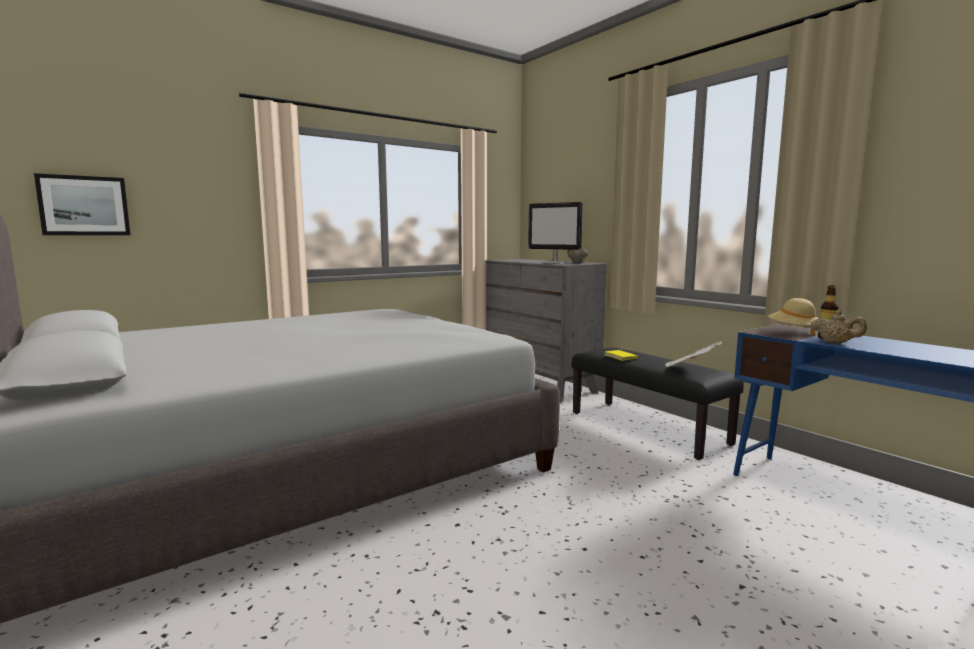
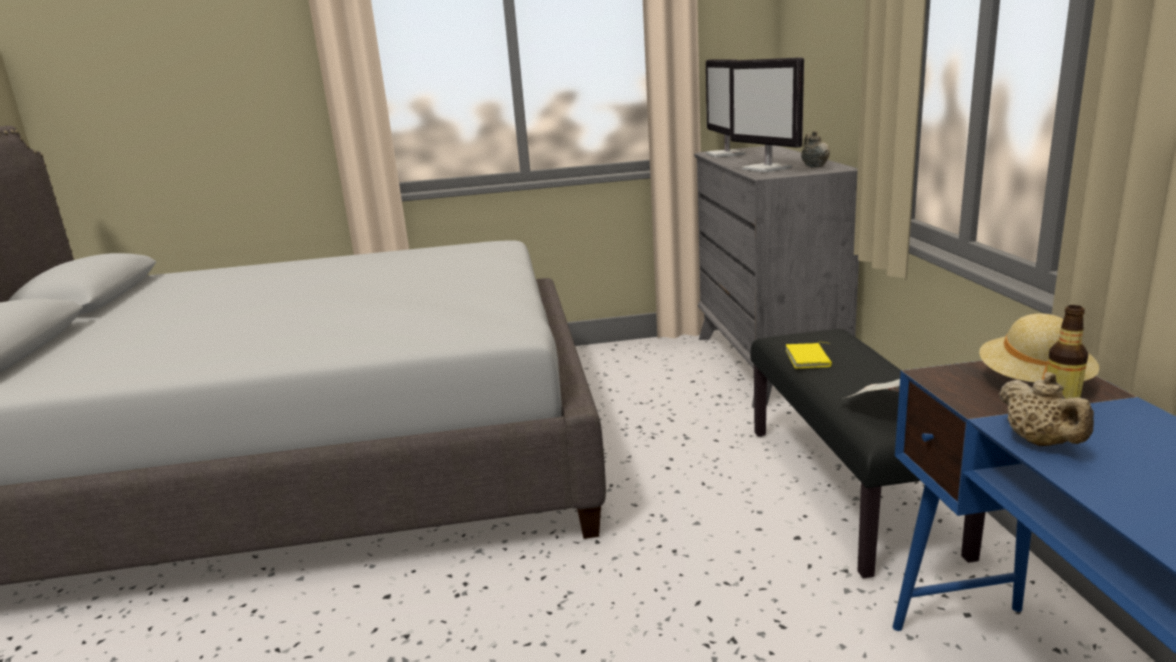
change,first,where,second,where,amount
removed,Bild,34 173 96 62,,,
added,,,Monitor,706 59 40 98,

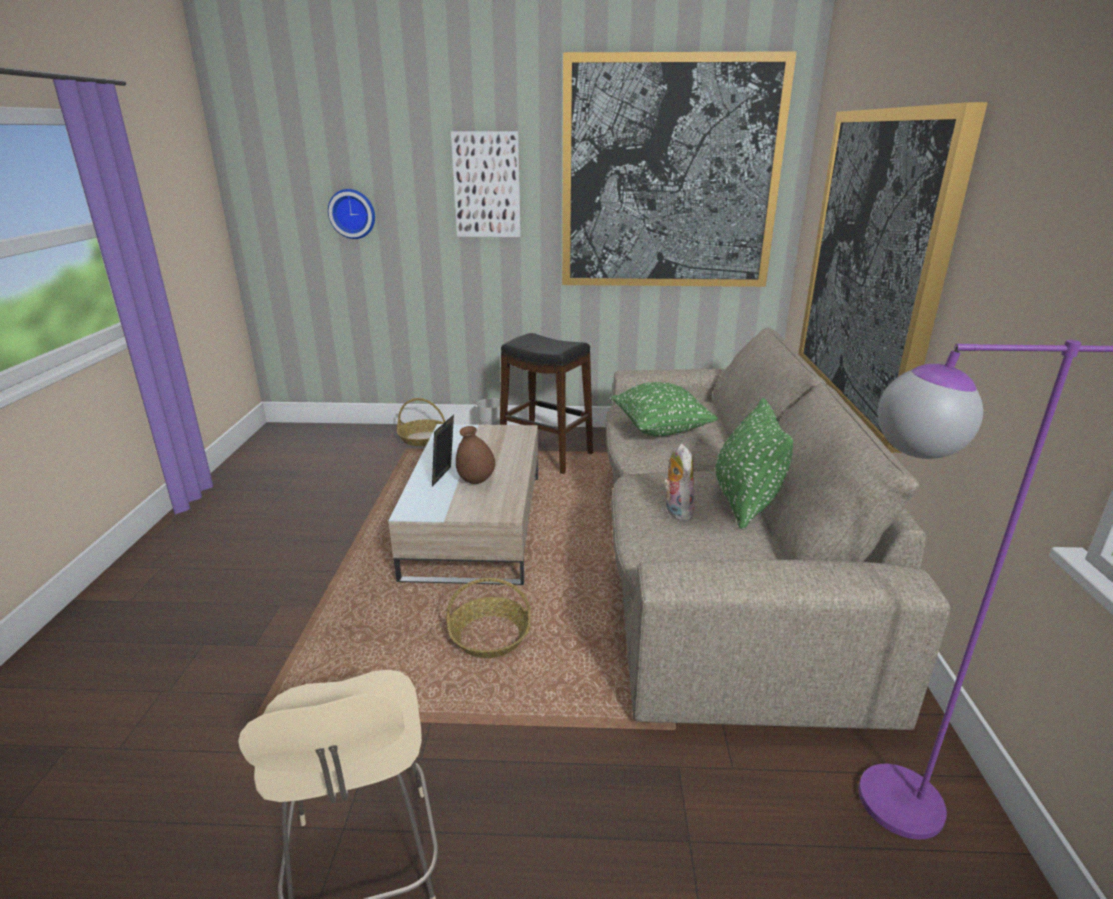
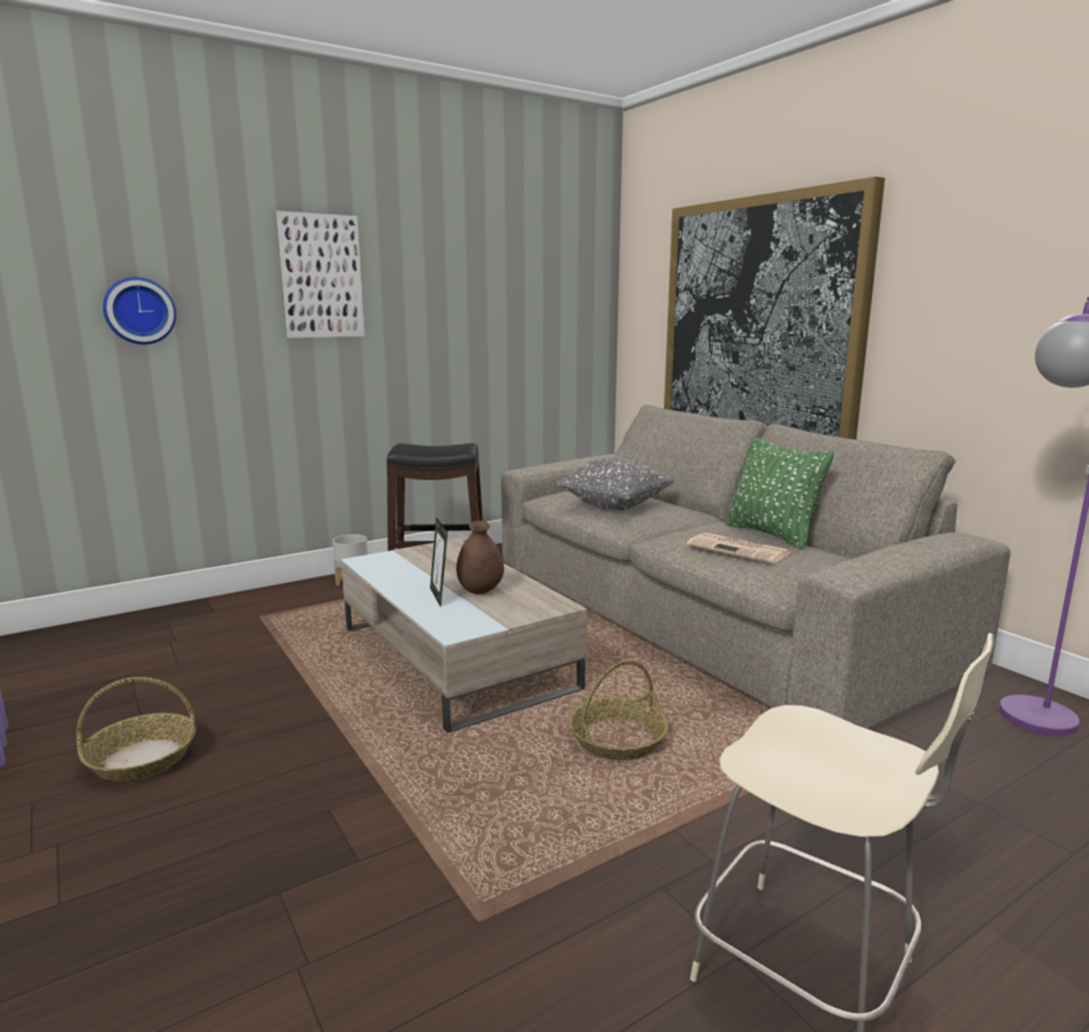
change,first,where,second,where,amount
removed,Bild,562 51 235 236,,,
recoloured,Kissen [grün],611 382 107 55,Kissen [grau],555 458 119 53,
moved,Korb,397 398 48 48,,76 677 120 104,
replaced,Plüschtier,663 444 32 77,Zeitung,686 533 104 31,

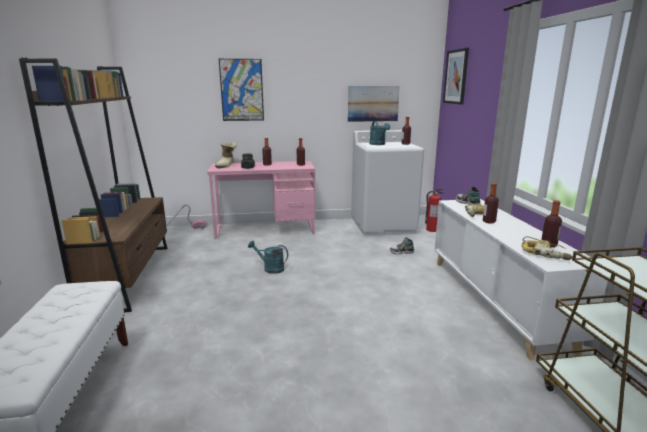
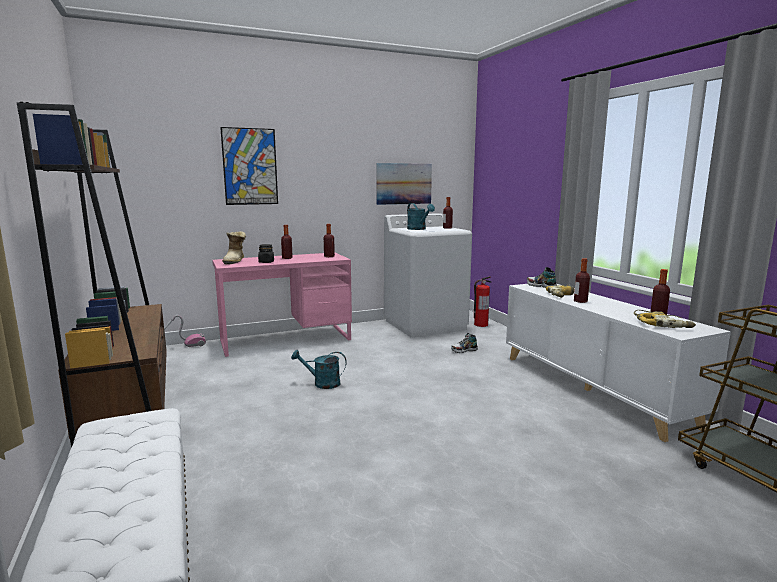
change,first,where,second,where,amount
removed,Bild,443 48 26 57,,,

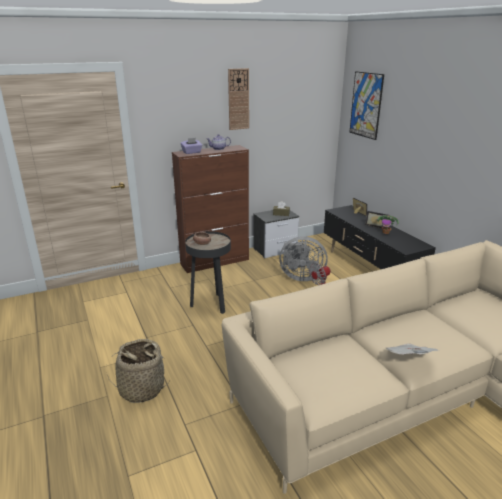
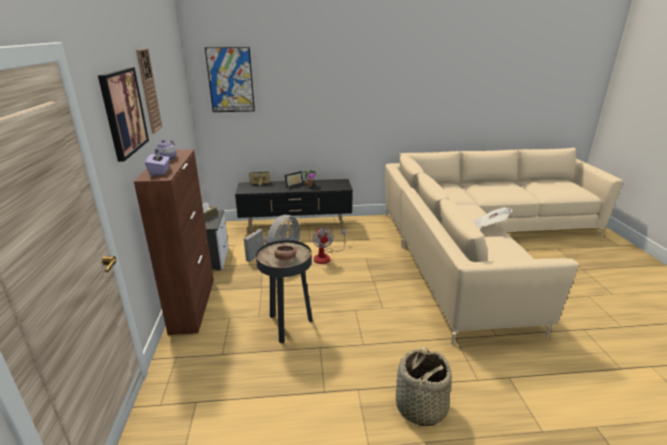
change,first,where,second,where,amount
added,,,Bild,98 67 51 95,

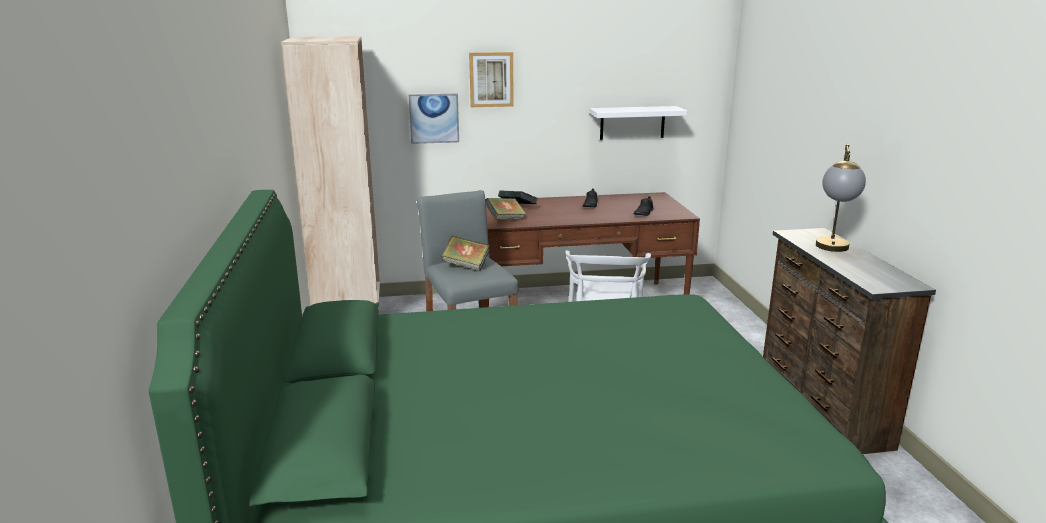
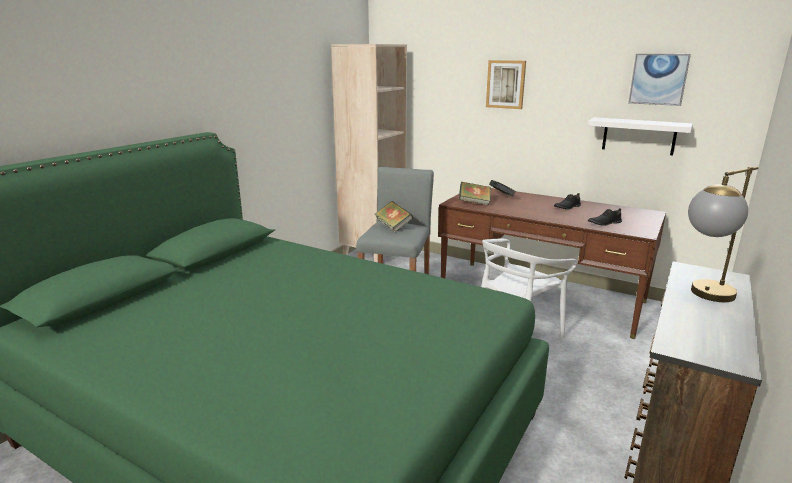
change,first,where,second,where,amount
moved,Bild,409 93 50 51,,628 54 63 52,

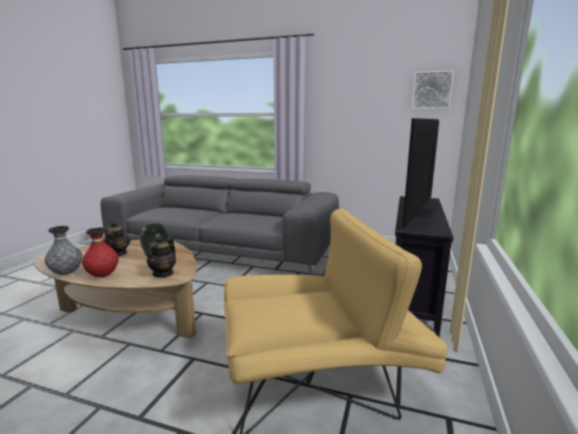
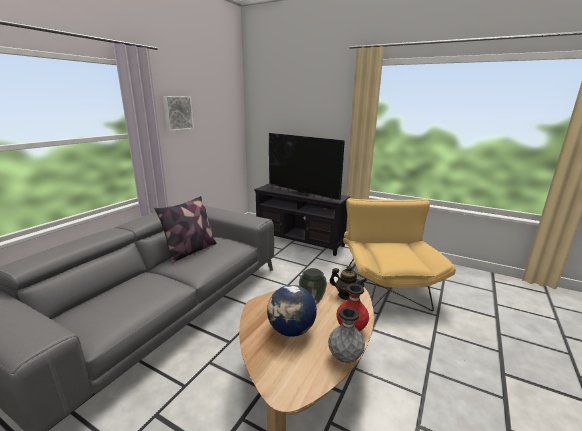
change,first,where,second,where,amount
moved,Bild,412 70 42 39,,163 96 31 35,
replaced,Teekanne,104 221 26 35,Globus,267 285 50 52,
added,,,Kissen,154 196 62 67,

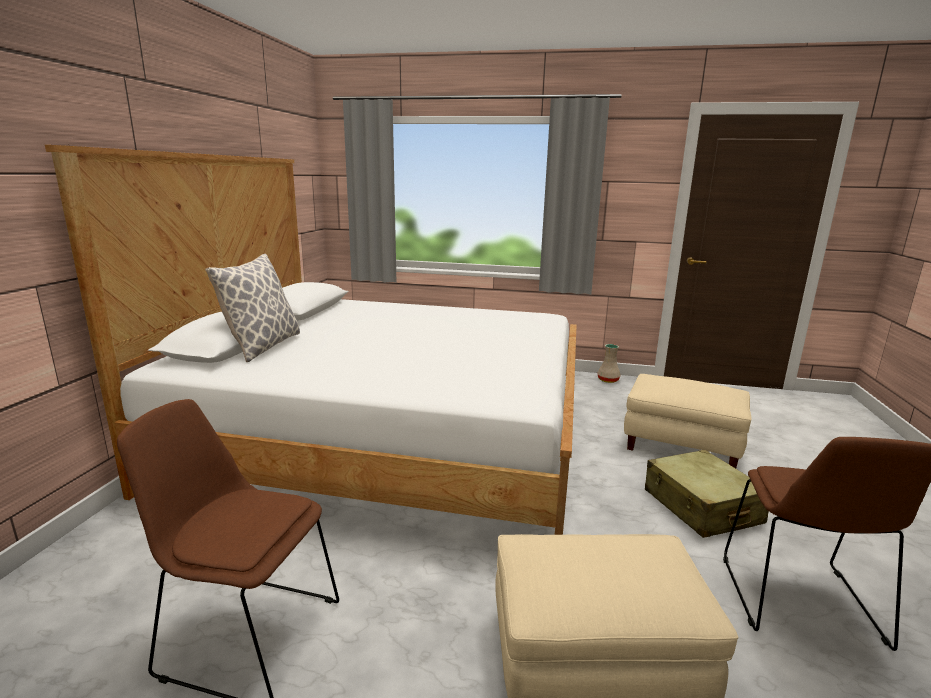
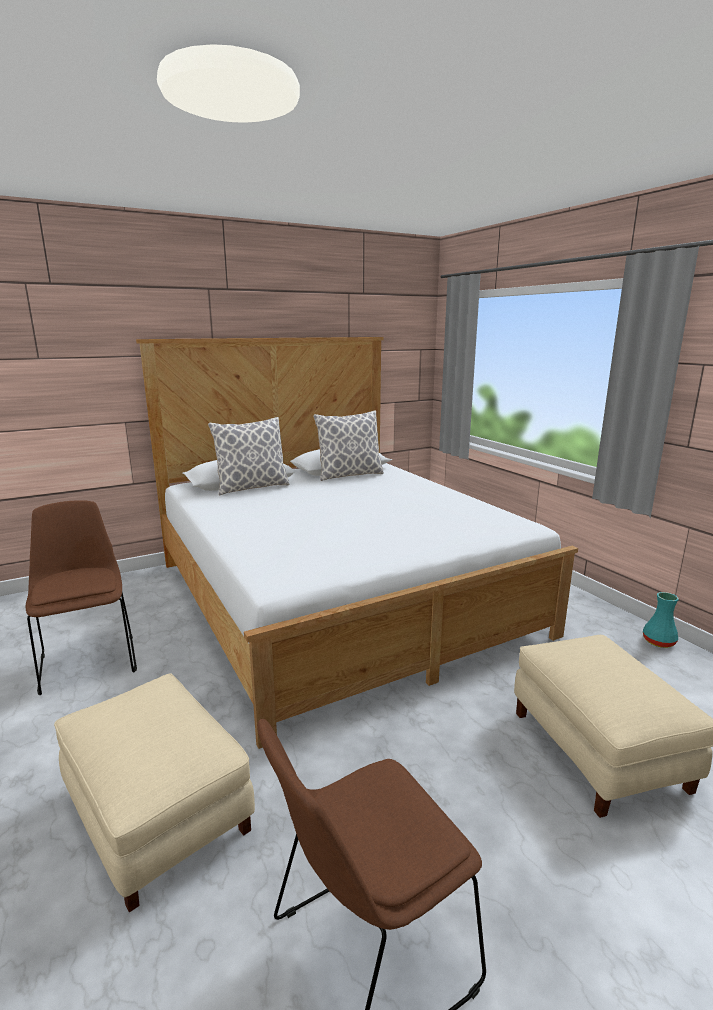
change,first,where,second,where,amount
recoloured,Vase [beige],597 344 24 39,Vase [türkis],643 592 36 56,
removed,Koffer [beige],645 450 124 88,,,
added,,,Kissen,313 411 71 70,

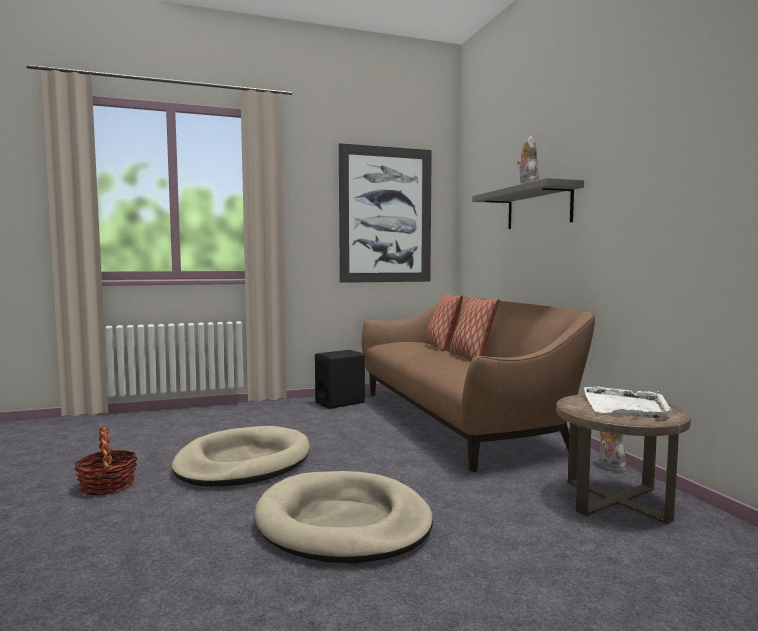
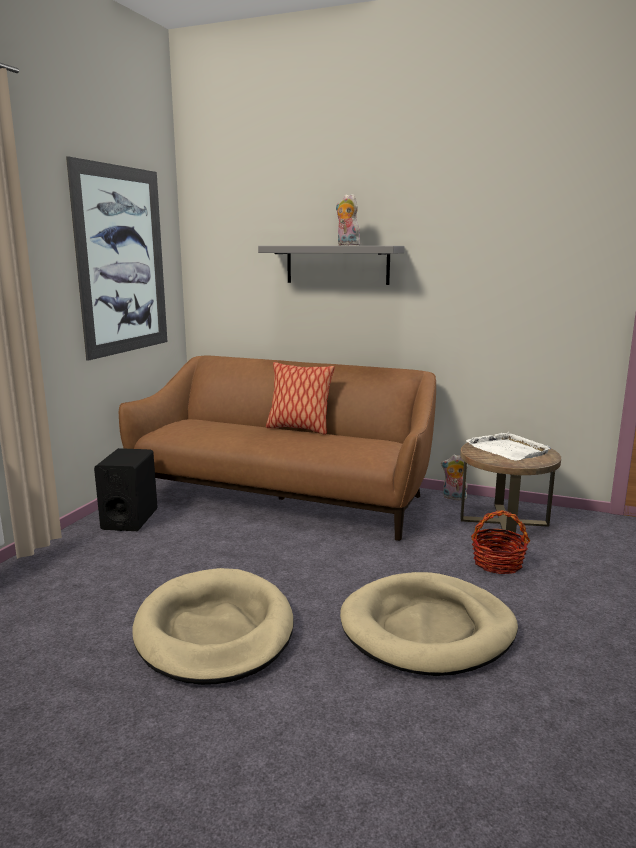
change,first,where,second,where,amount
removed,Kissen,426 293 37 59,,,
moved,Korb,75 427 63 69,,471 510 59 64,

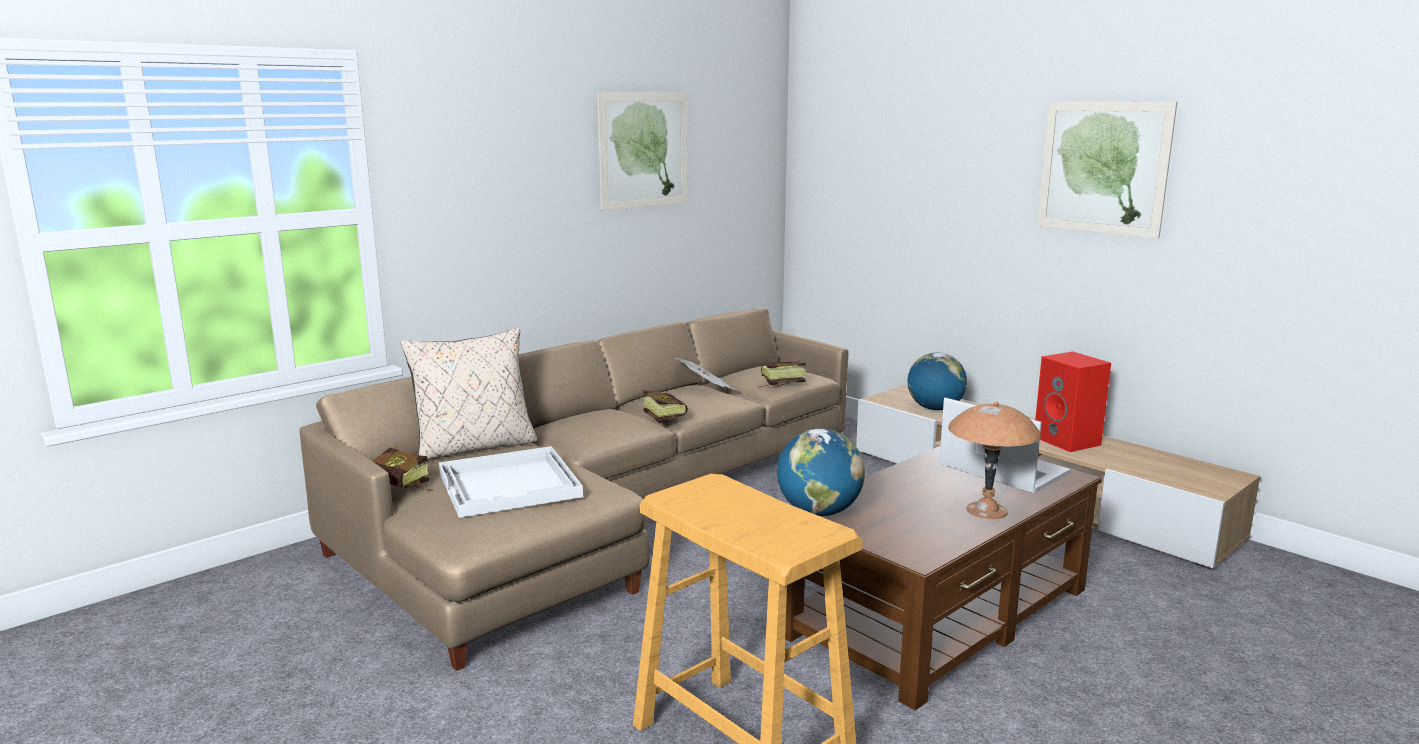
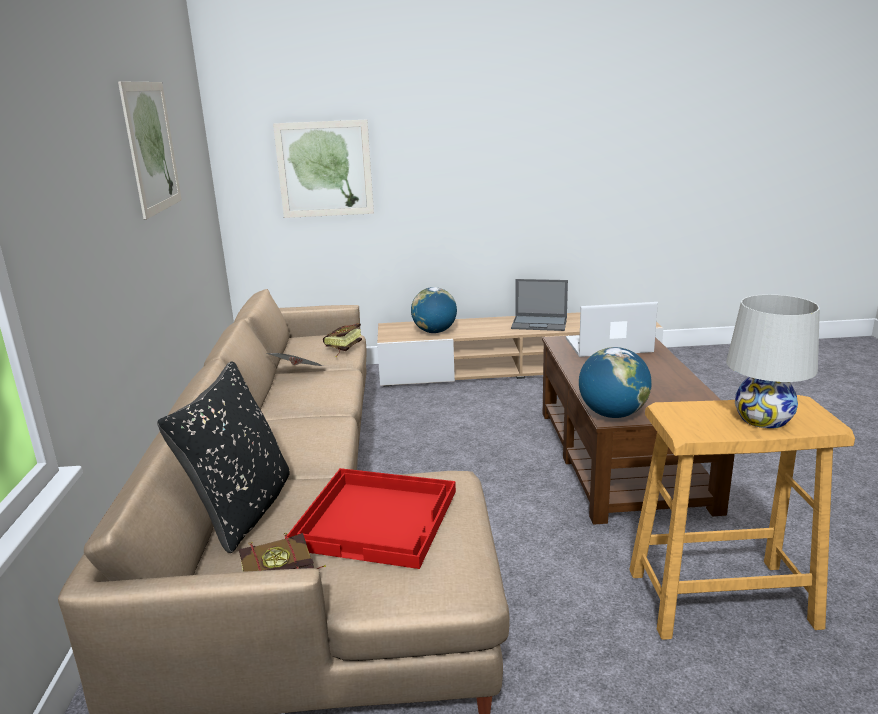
change,first,where,second,where,amount
moved,Bild,1037 102 140 137,,273 120 101 98,
recoloured,Kissen [beige],401 328 137 133,Kissen [schwarz],157 361 133 192,
replaced,Lautsprecher [rot],1035 352 76 100,Laptop,511 279 57 52,
removed,Buch,643 391 45 32,,,
removed,Tischlampe [braun],948 402 93 117,,,
recoloured,Tablett [weiß],439 446 144 72,Tablett [rot],285 468 171 101,
added,,,Tischlampe [weiß],726 294 94 134,

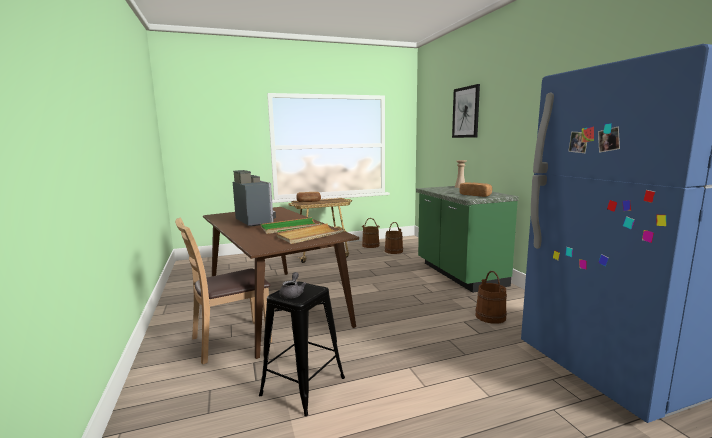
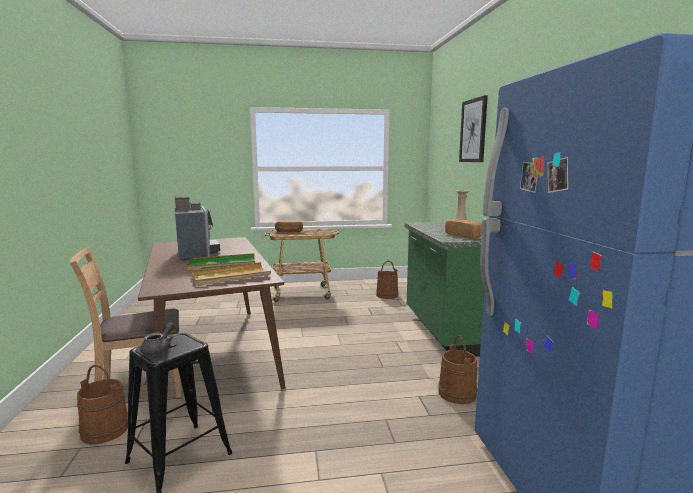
change,first,where,second,where,amount
moved,Eimer [braun],362 218 18 30,,77 364 51 80,

